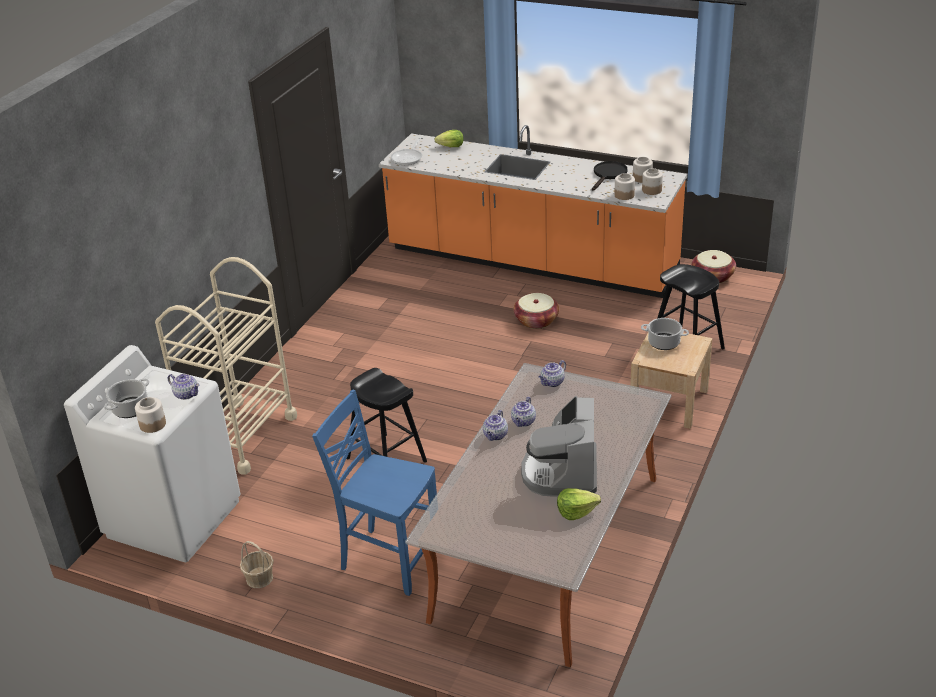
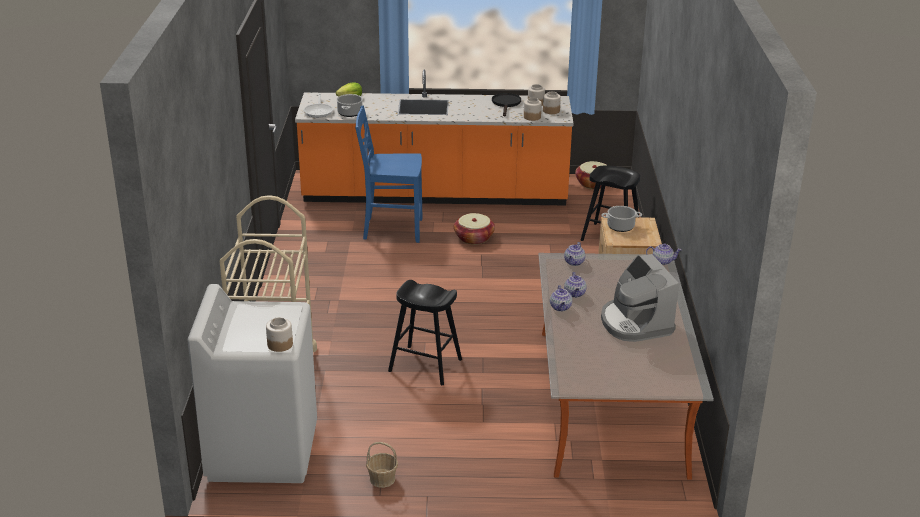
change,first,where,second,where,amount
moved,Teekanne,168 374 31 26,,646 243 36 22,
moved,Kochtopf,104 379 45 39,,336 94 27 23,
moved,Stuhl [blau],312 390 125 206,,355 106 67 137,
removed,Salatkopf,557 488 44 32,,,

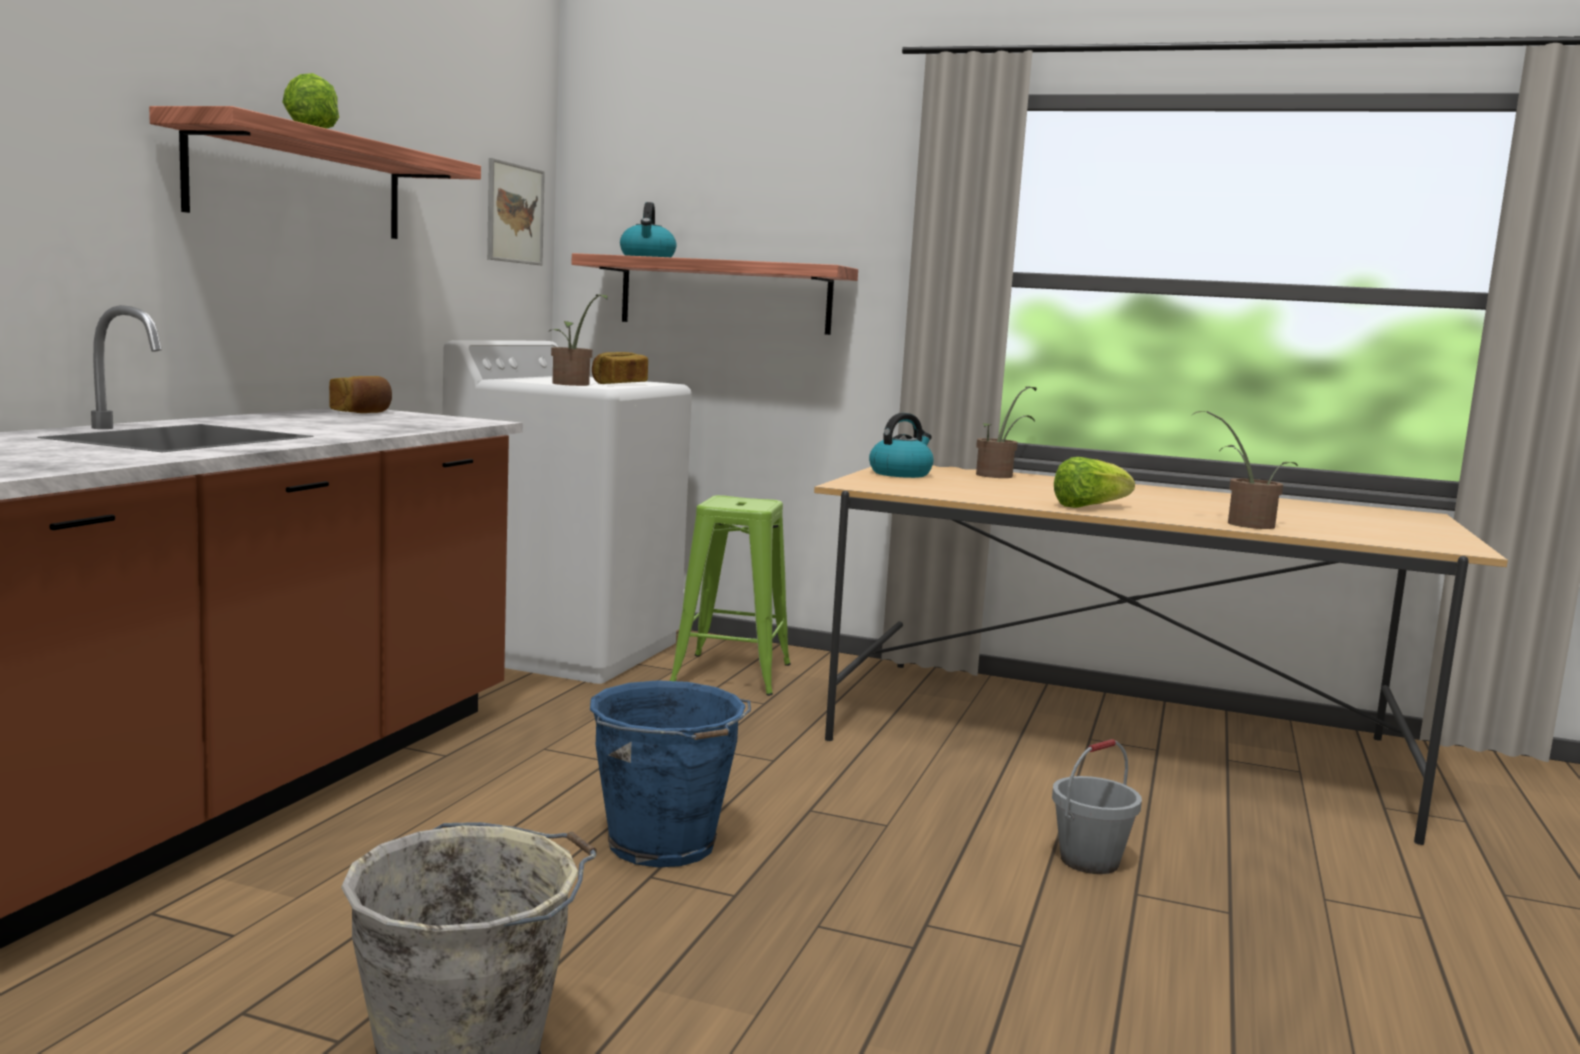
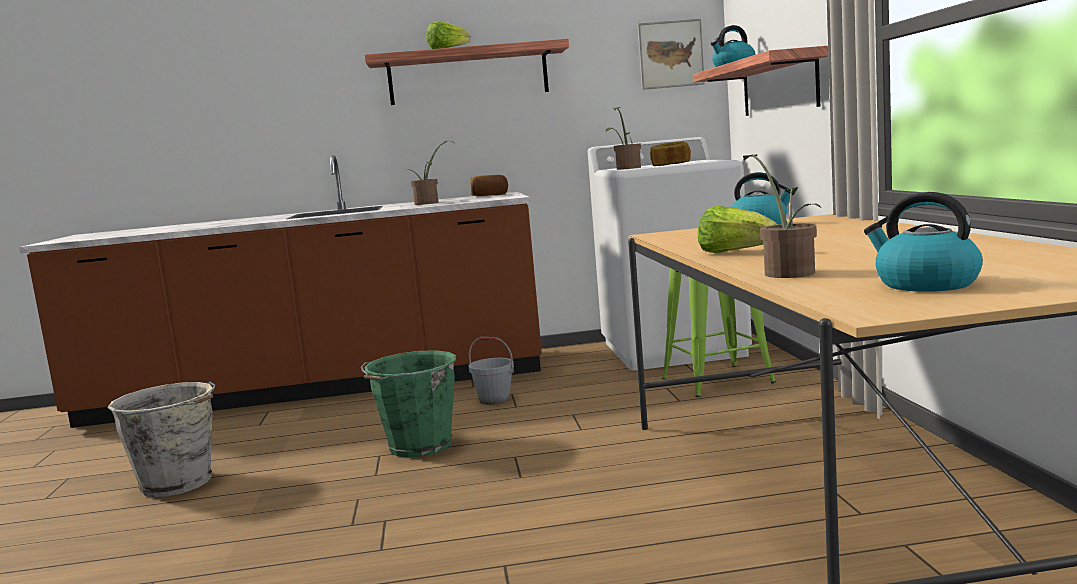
change,first,where,second,where,amount
moved,Topfpflanze,976 386 61 92,,406 141 48 64,
recoloured,Eimer [blau],590 680 161 187,Eimer [grün],361 350 95 108,
moved,Eimer [grau],1052 739 90 135,,468 337 46 68,
added,,,Wasserkessel,864 192 119 100,

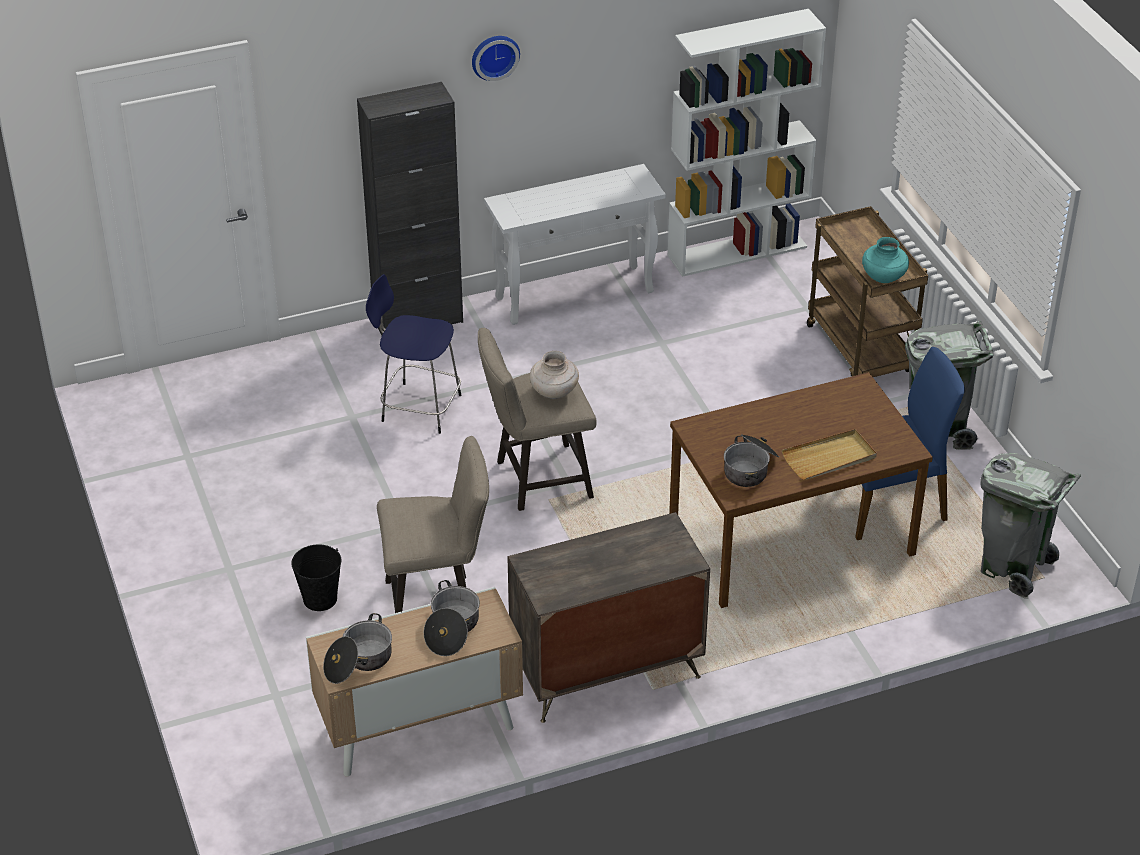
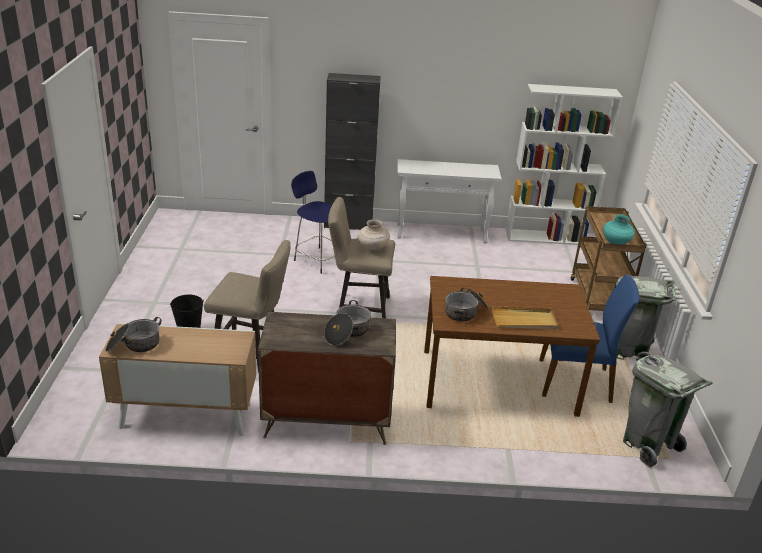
change,first,where,second,where,amount
removed,Wanduhr,472 36 48 45,,,
moved,Kochtopf,424 580 56 76,,324 300 47 46,

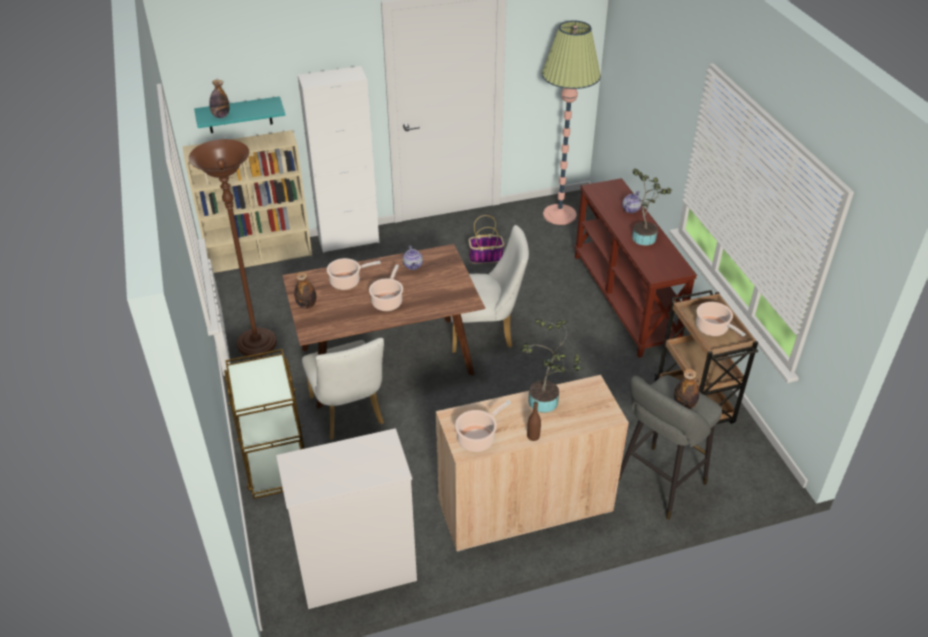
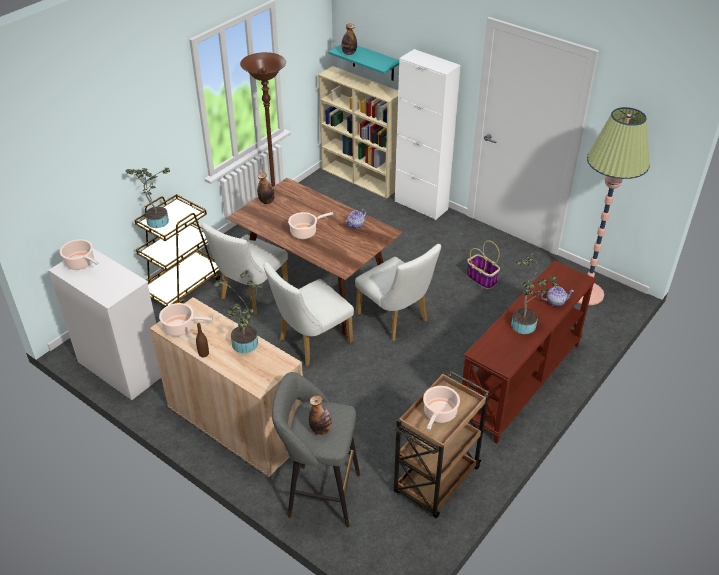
change,first,where,second,where,amount
moved,Kochtopf,327 258 54 32,,60 239 39 31,
added,,,Topfpflanze,126 168 44 60,
added,,,Stuhl [weiß],263 262 91 104,

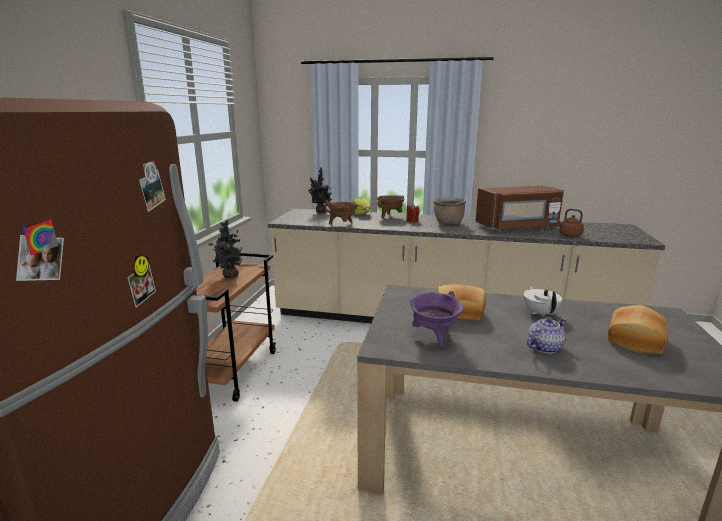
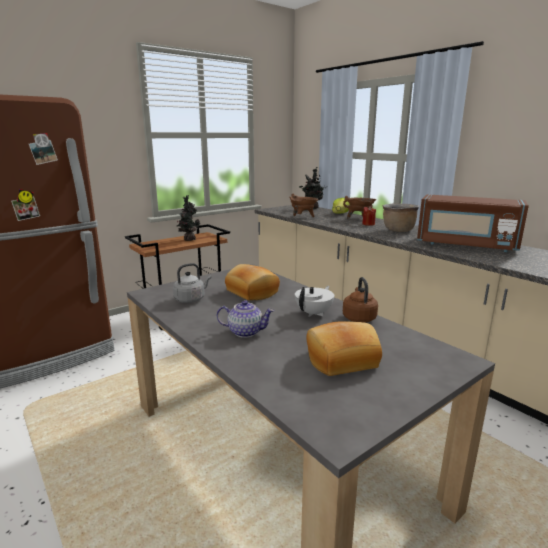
change,first,where,second,where,amount
moved,Wasserkessel [braun],556 209 28 28,,343 277 35 46,
replaced,Kochtopf [lila],410 291 54 57,Wasserkessel [grau],173 263 38 40,

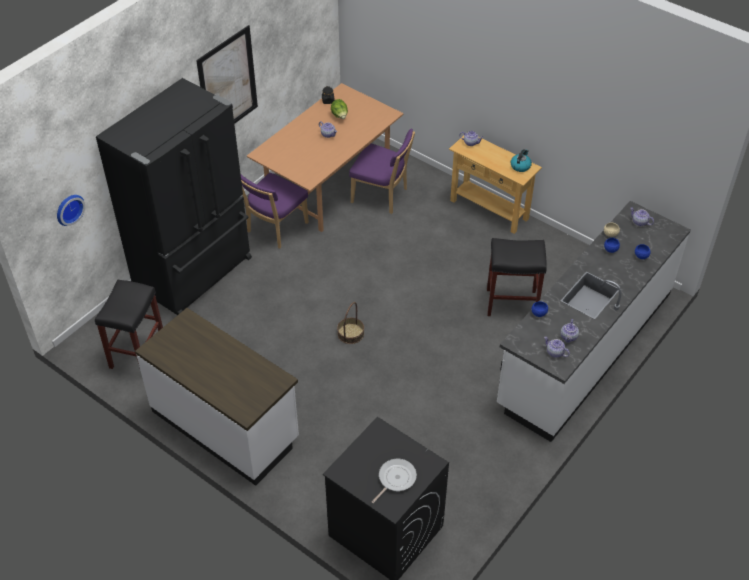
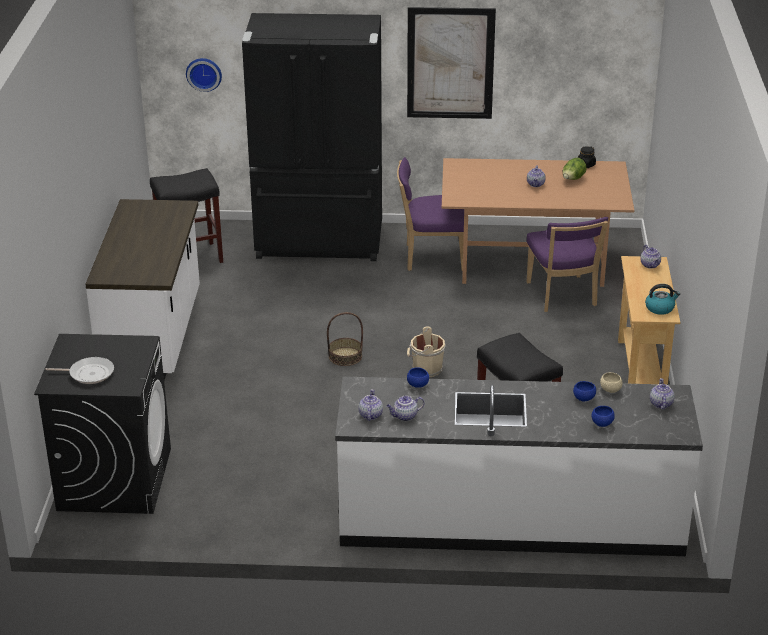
change,first,where,second,where,amount
added,,,Eimer [beige],407 327 38 50,

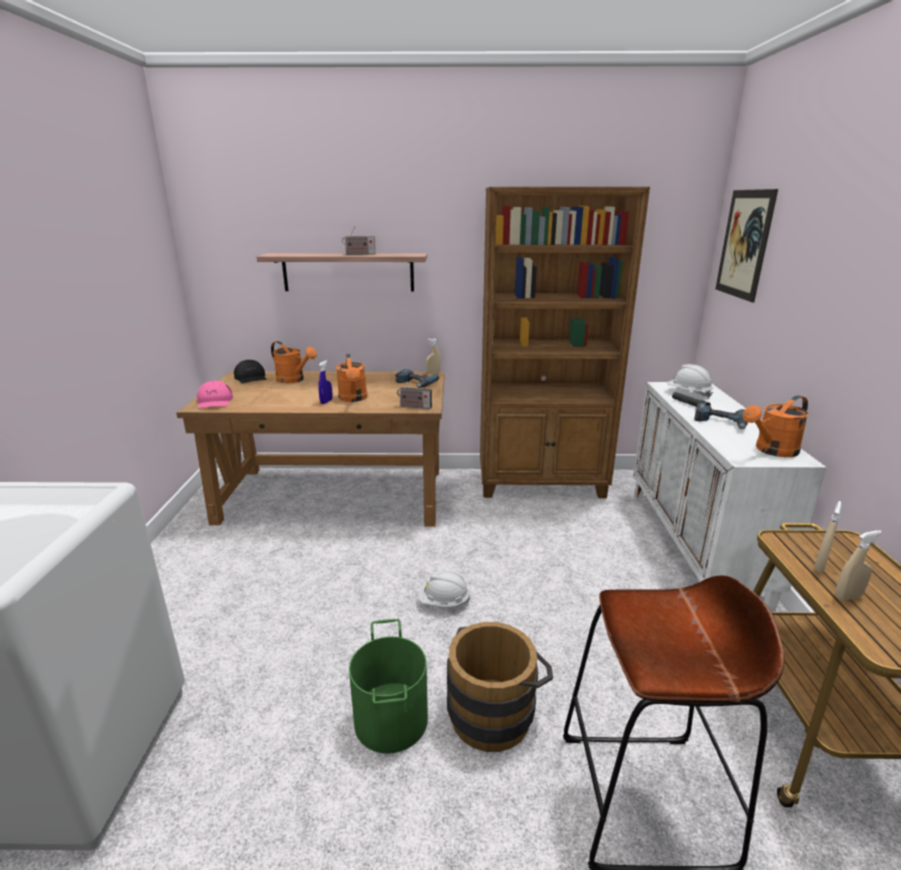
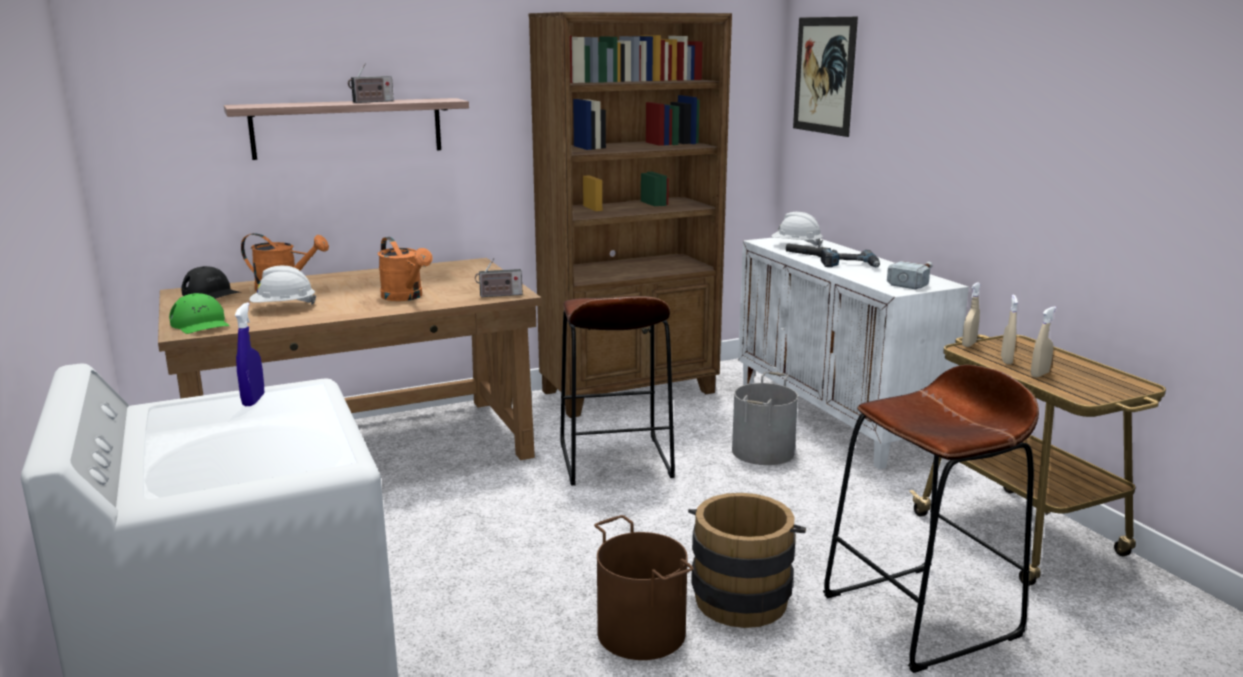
change,first,where,second,where,amount
moved,Sprühflasche [beige],426 338 14 36,,962 282 19 65,
moved,Sprühflasche [blau],318 360 15 44,,235 302 29 104,
removed,Bohrmaschine,395 369 44 19,,,
recoloured,Kappe [rosa],197 381 36 27,Kappe [grün],169 293 61 41,
replaced,Gießkanne [orange],743 395 66 62,Hammer,887 261 45 28,
moved,Schutzhelm [weiß],418 571 52 36,,249 266 67 39,
recoloured,Eimer [grün],349 619 79 135,Eimer [braun],594 515 100 145,
added,,,Hocker [braun],560 296 115 189,
added,,,Eimer [grau],732 372 66 93,

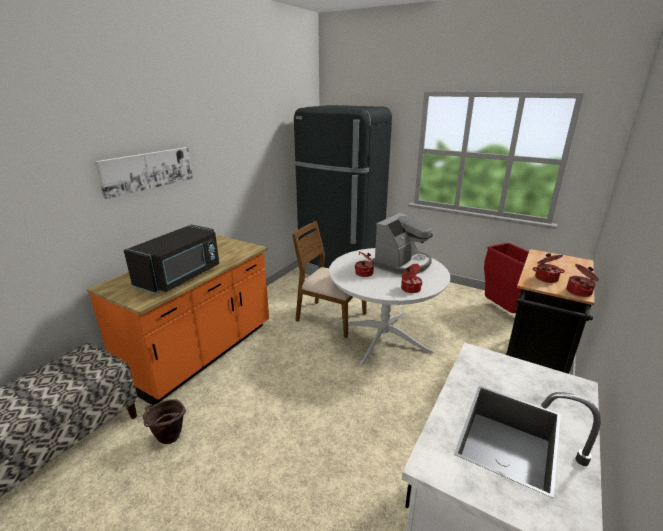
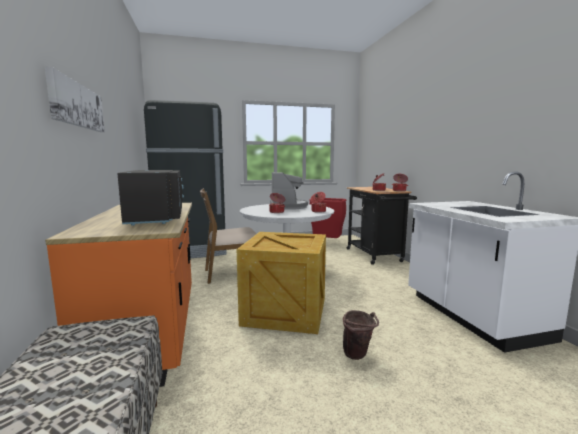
change,first,where,second,where,amount
moved,Eimer [braun],143 399 43 45,,343 310 36 50,
added,,,Kiste,236 232 90 102,

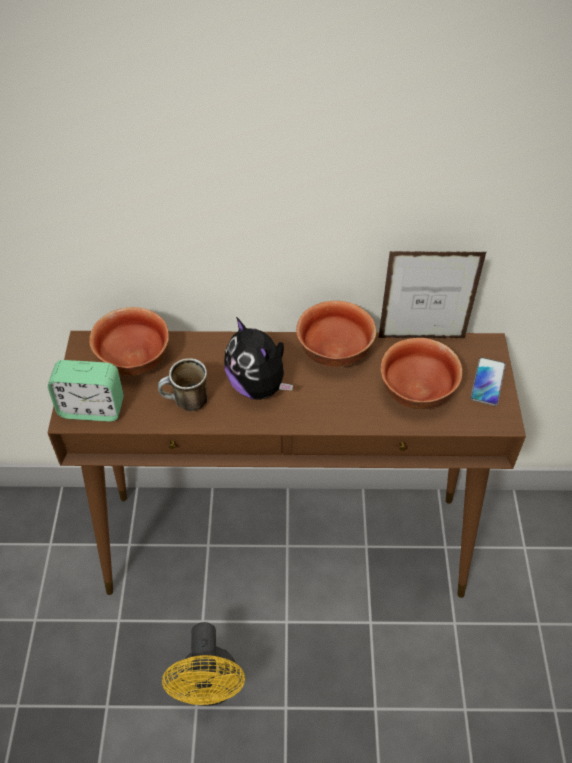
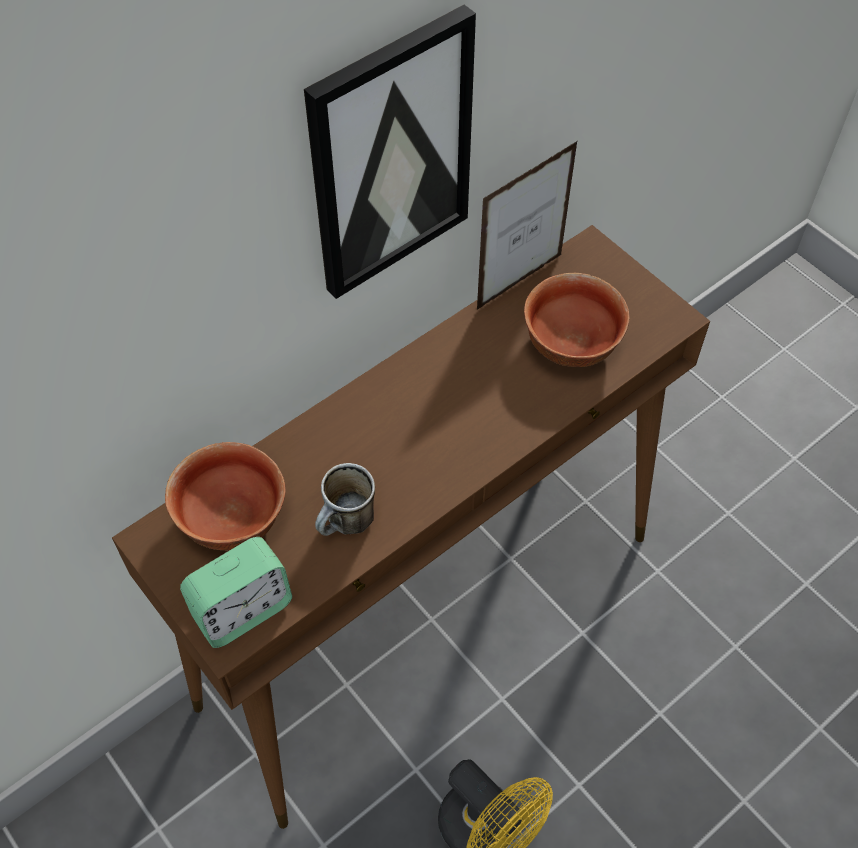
change,first,where,second,where,amount
removed,Schüssel,296 301 80 66,,,
removed,Plüschtier,224 317 69 83,,,
removed,Handy,470 357 36 49,,,
added,,,Bild,304 5 172 294,

